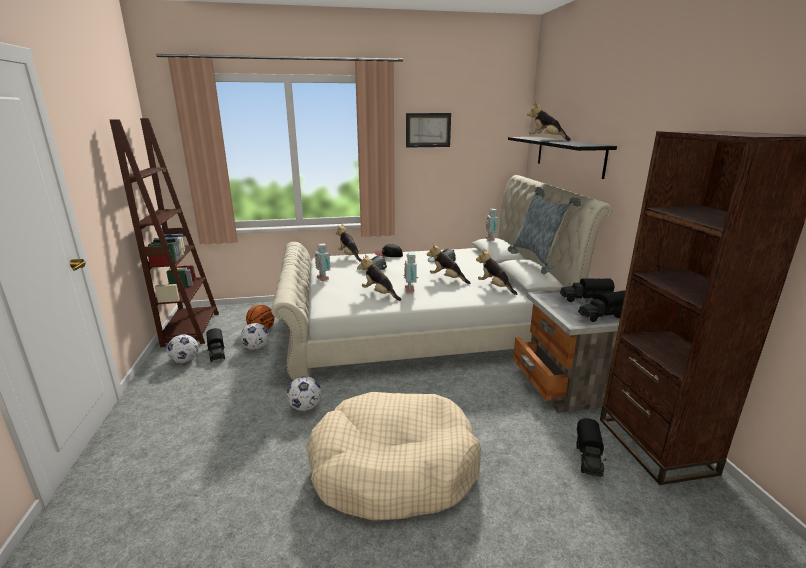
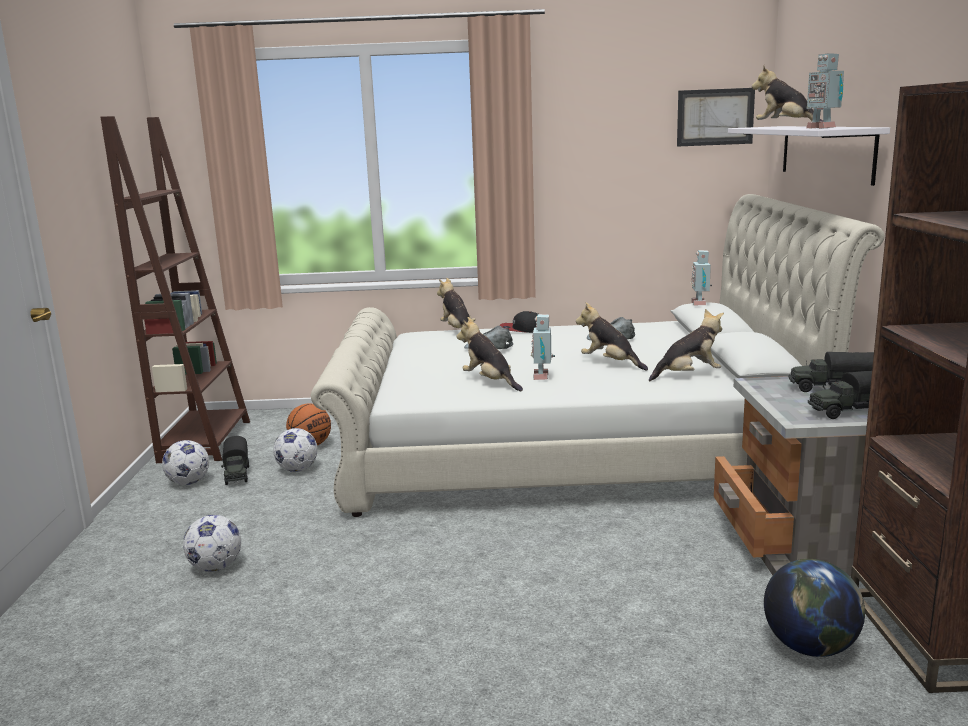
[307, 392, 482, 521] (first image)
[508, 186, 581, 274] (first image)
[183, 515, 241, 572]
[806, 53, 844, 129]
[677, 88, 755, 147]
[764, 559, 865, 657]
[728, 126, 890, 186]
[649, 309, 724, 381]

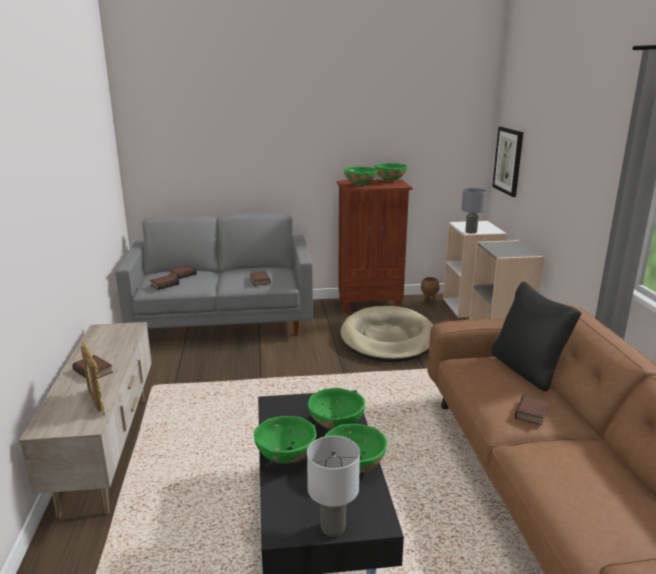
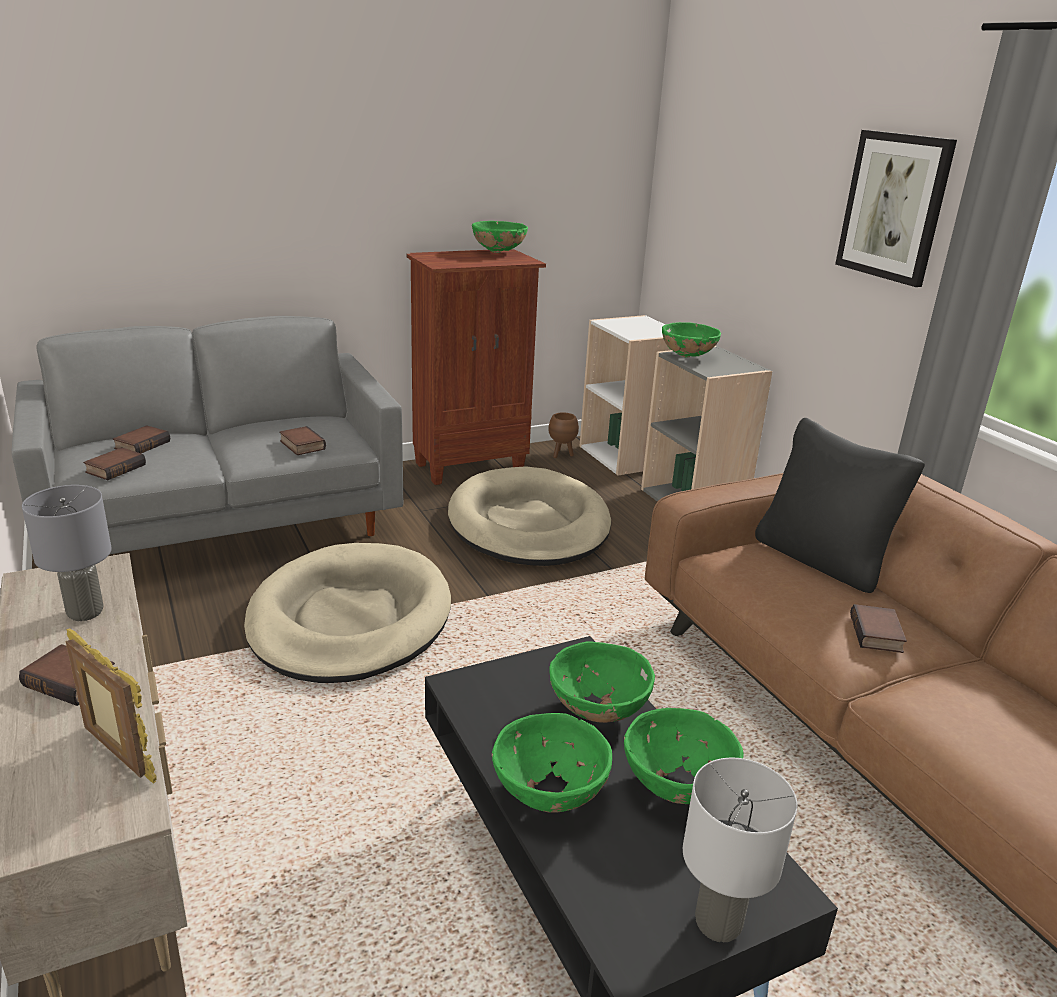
[244, 543, 451, 683]
[662, 322, 721, 358]
[22, 485, 112, 621]
[835, 130, 957, 287]

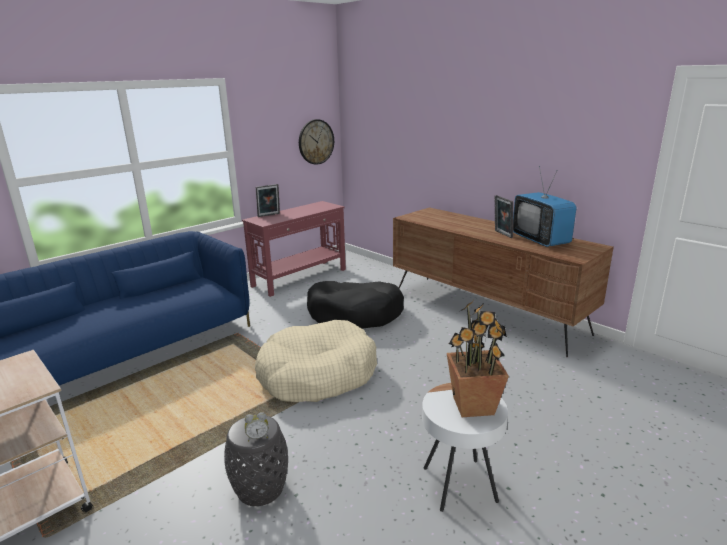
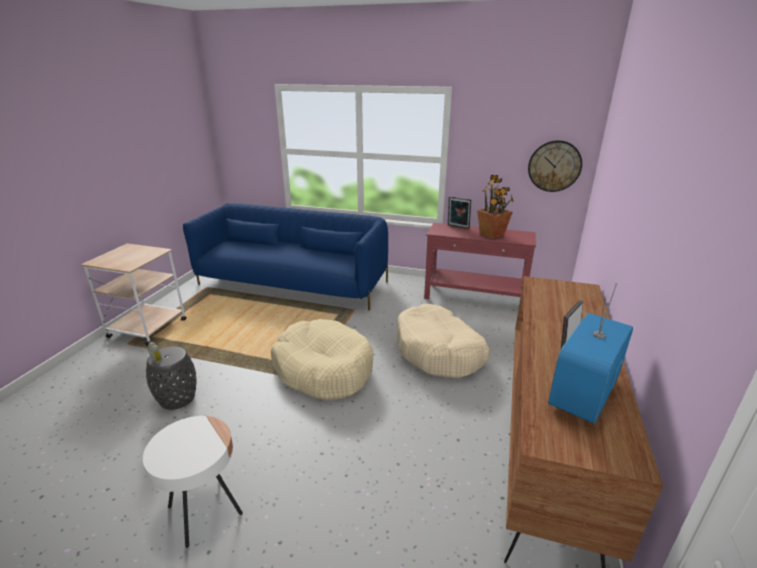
[477, 175, 513, 239]
[397, 304, 490, 378]

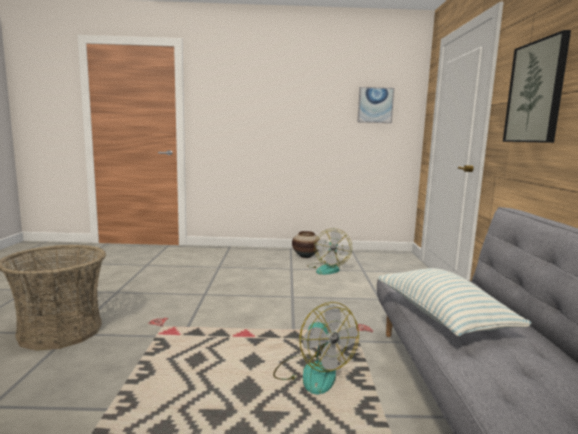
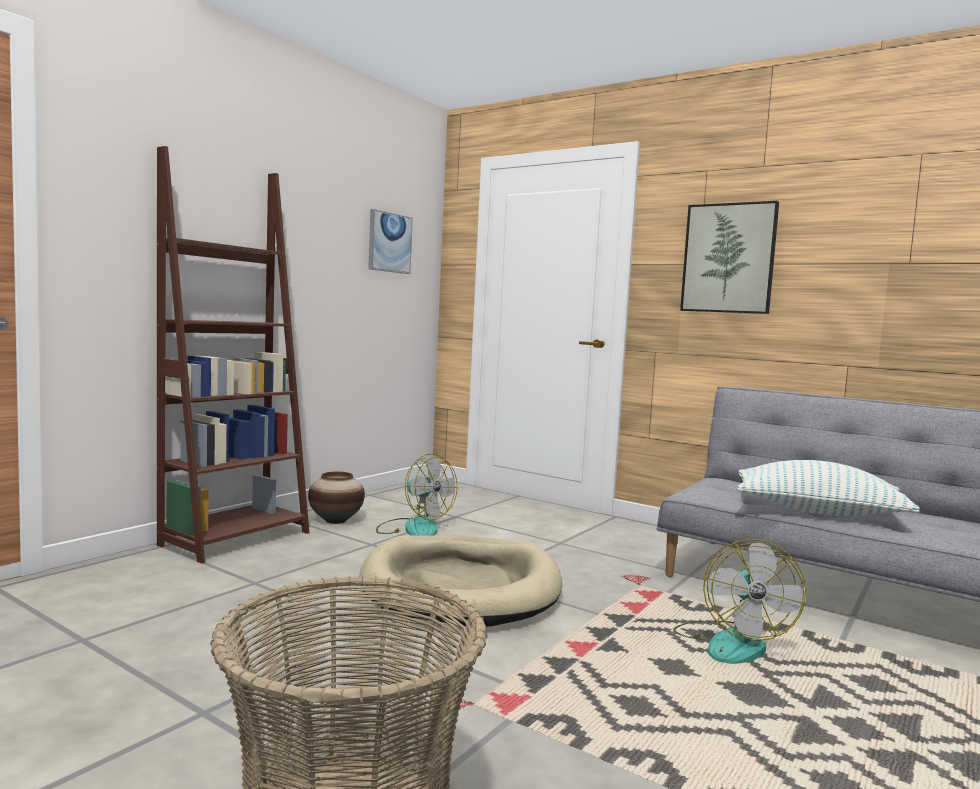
[157, 146, 309, 564]
[359, 535, 562, 627]
[673, 539, 806, 664]

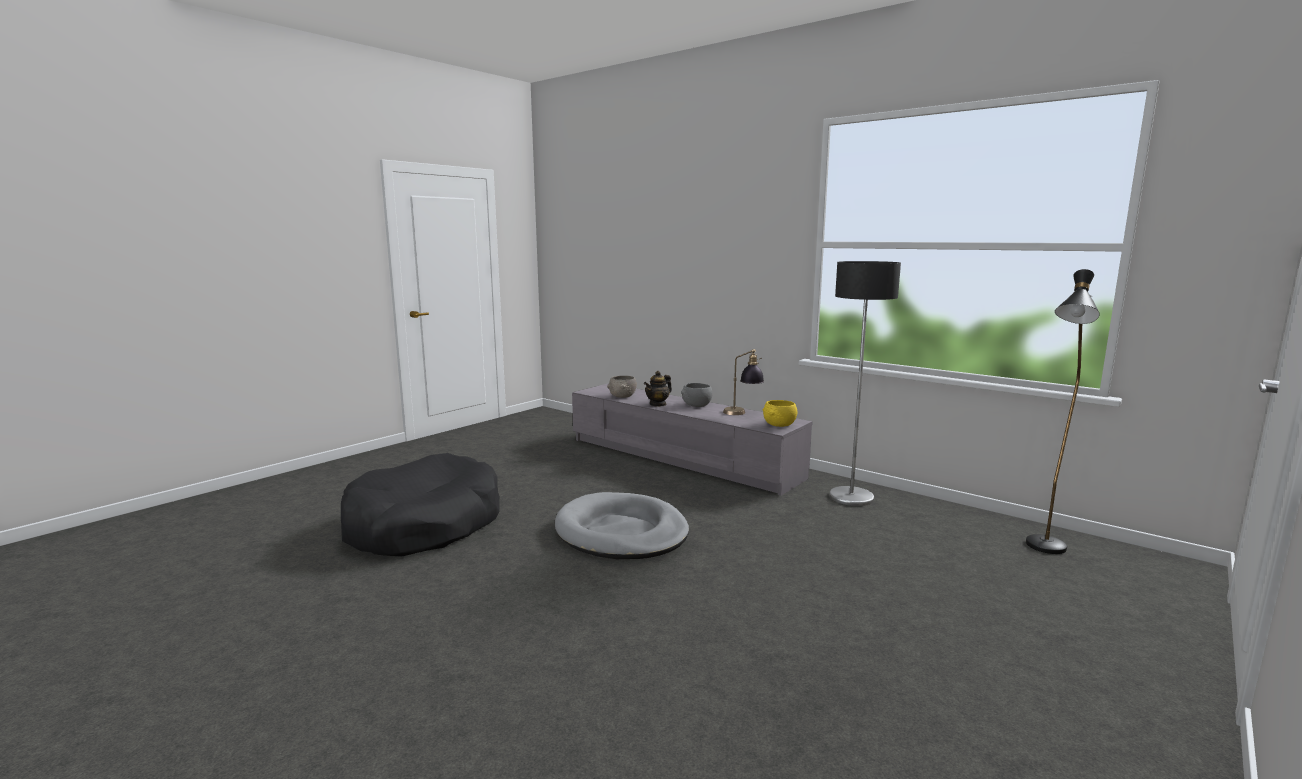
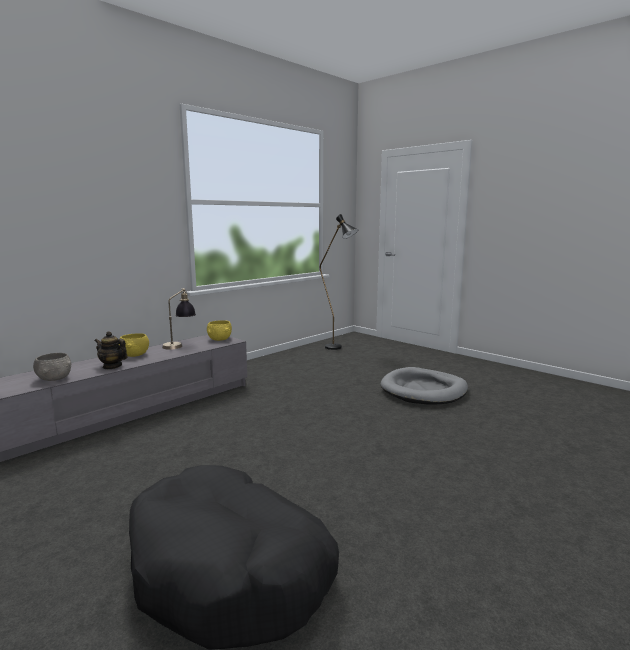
[829, 261, 901, 506] (first image)
[381, 367, 468, 405]
[119, 333, 149, 357]
[94, 331, 128, 369]

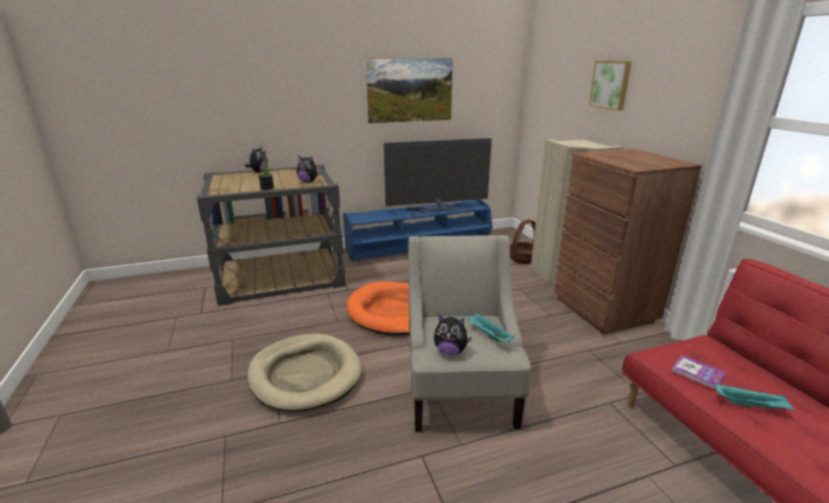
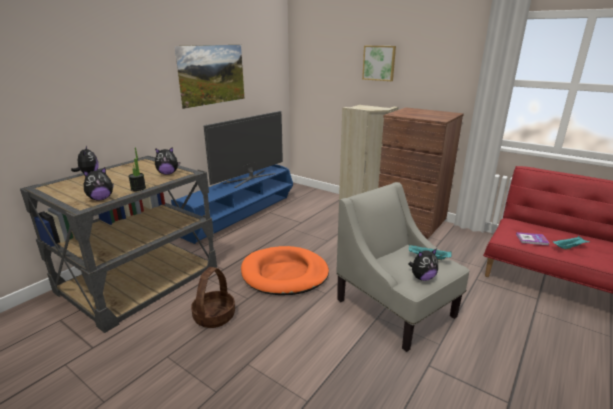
[247, 334, 362, 412] (first image)
[83, 167, 114, 201]
[191, 267, 235, 328]

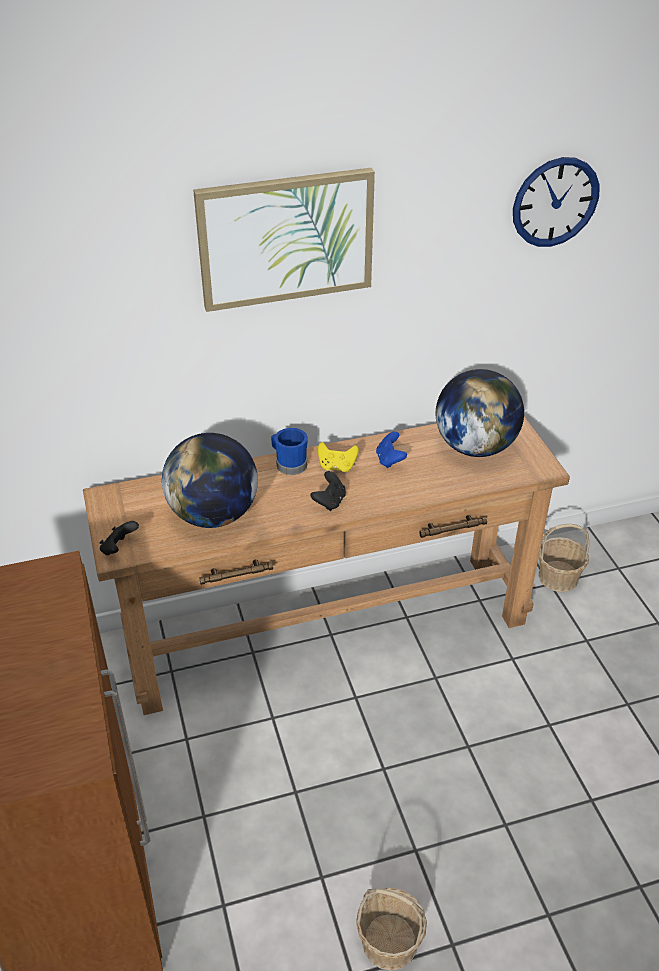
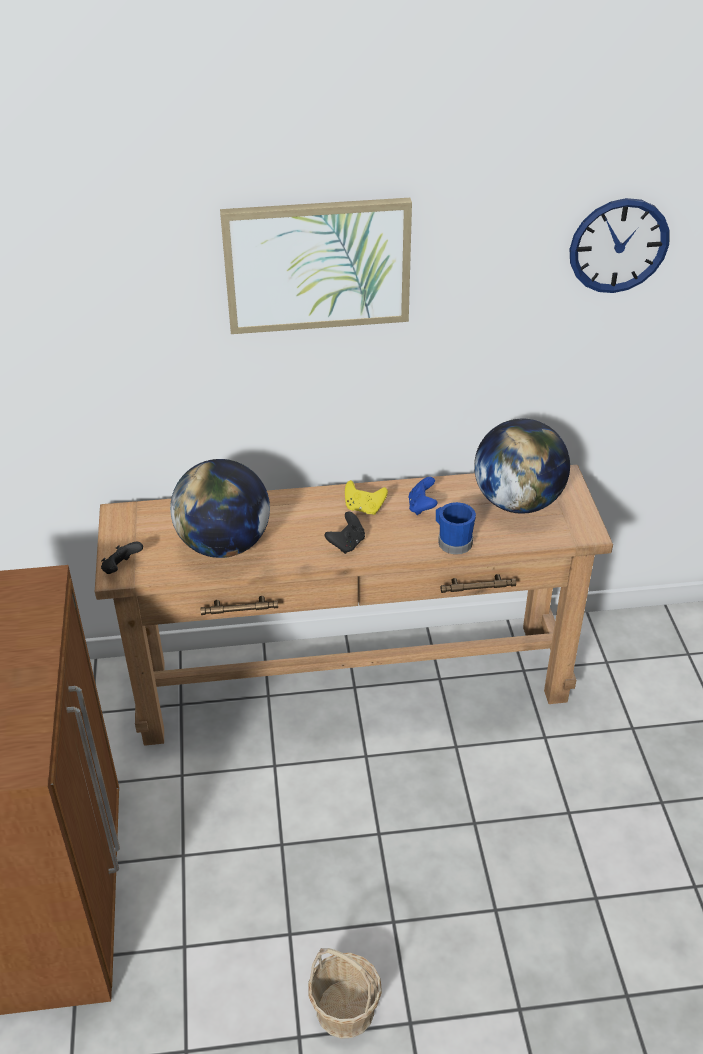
[538, 524, 590, 592] (first image)
[436, 502, 476, 555]

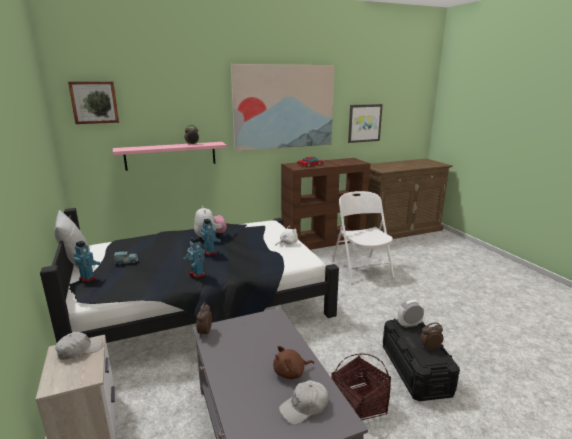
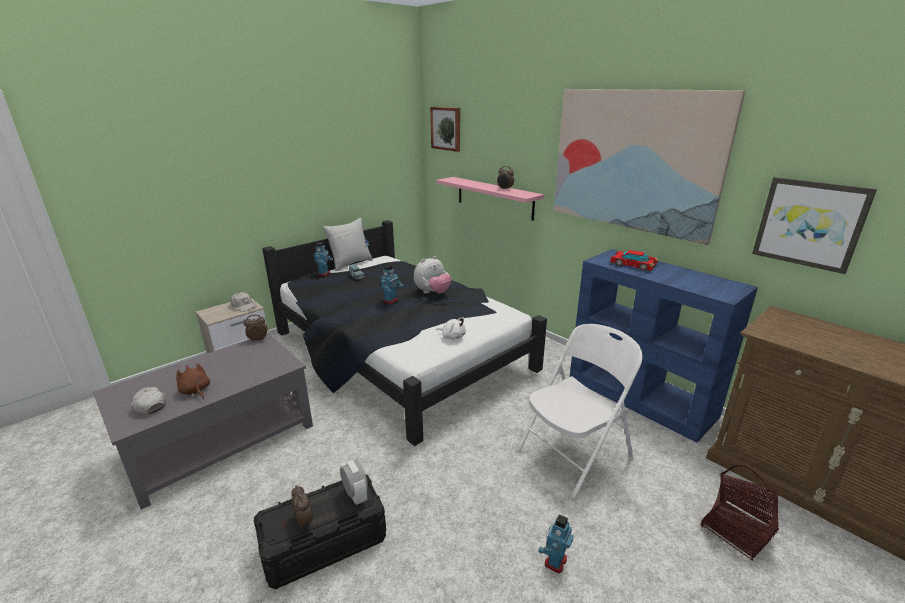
[538, 514, 574, 573]
[701, 465, 779, 561]
[570, 249, 758, 443]

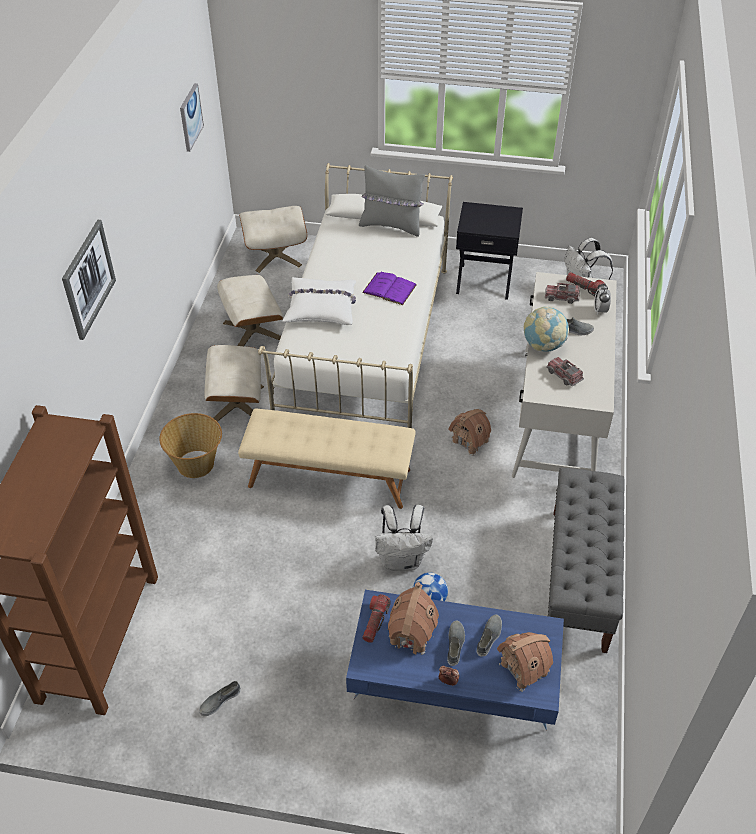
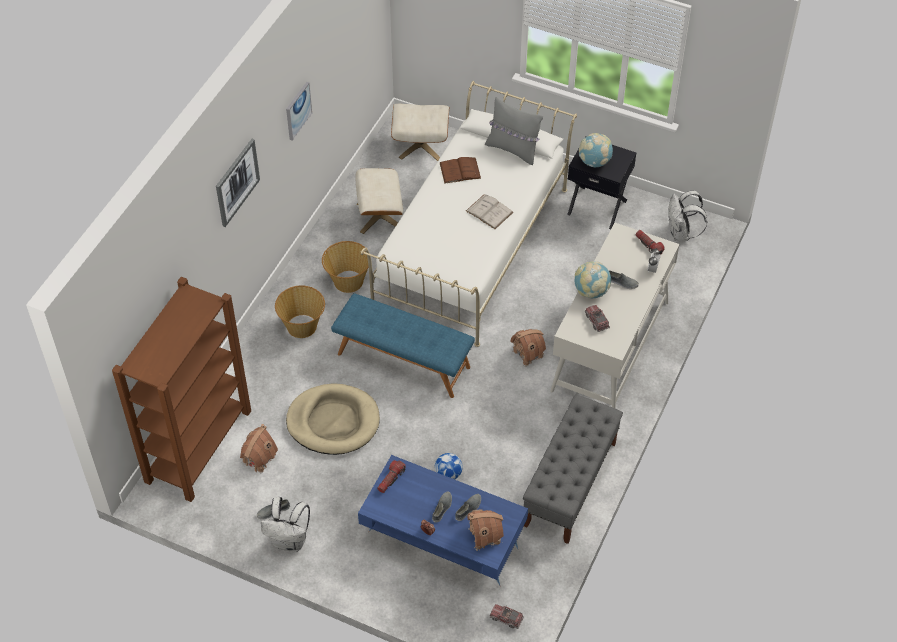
[283, 277, 356, 325] (first image)
[286, 383, 380, 455]
[440, 157, 481, 184]
[579, 133, 613, 167]
[286, 82, 312, 141]
[261, 497, 310, 552]
[240, 424, 278, 474]
[489, 604, 524, 629]
[322, 241, 368, 293]
[331, 293, 475, 398]
[466, 194, 514, 229]

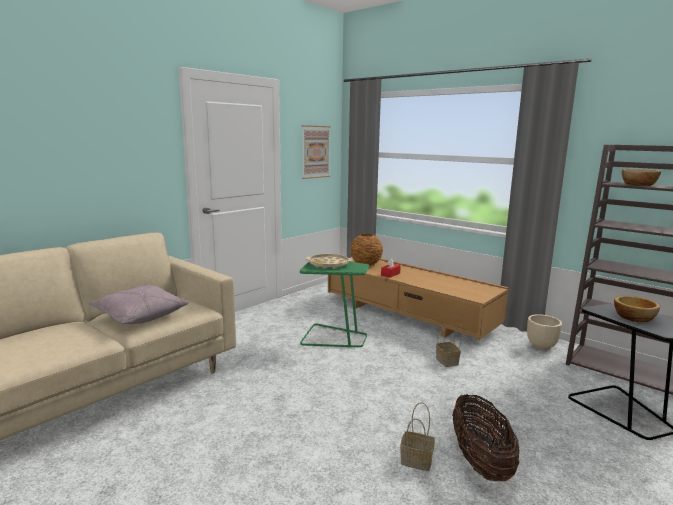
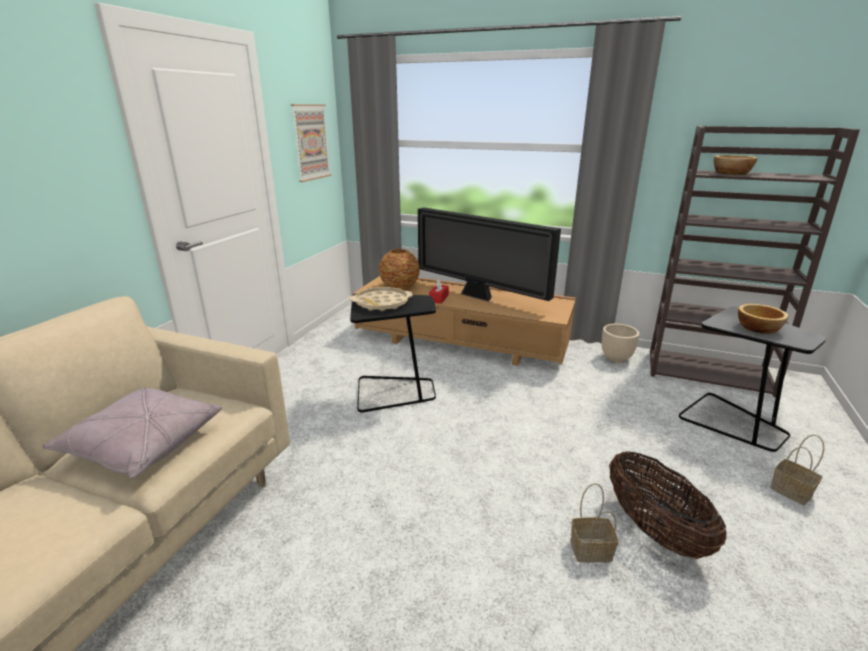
[418, 207, 561, 302]
[770, 435, 824, 505]
[350, 293, 436, 412]

